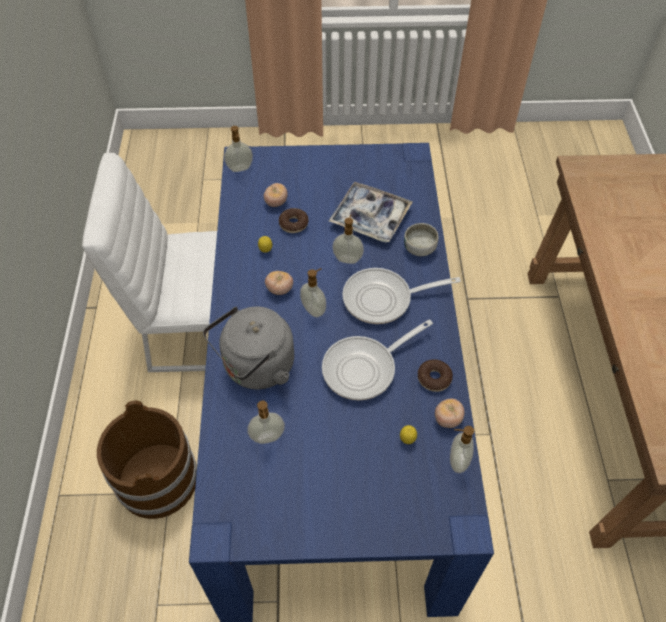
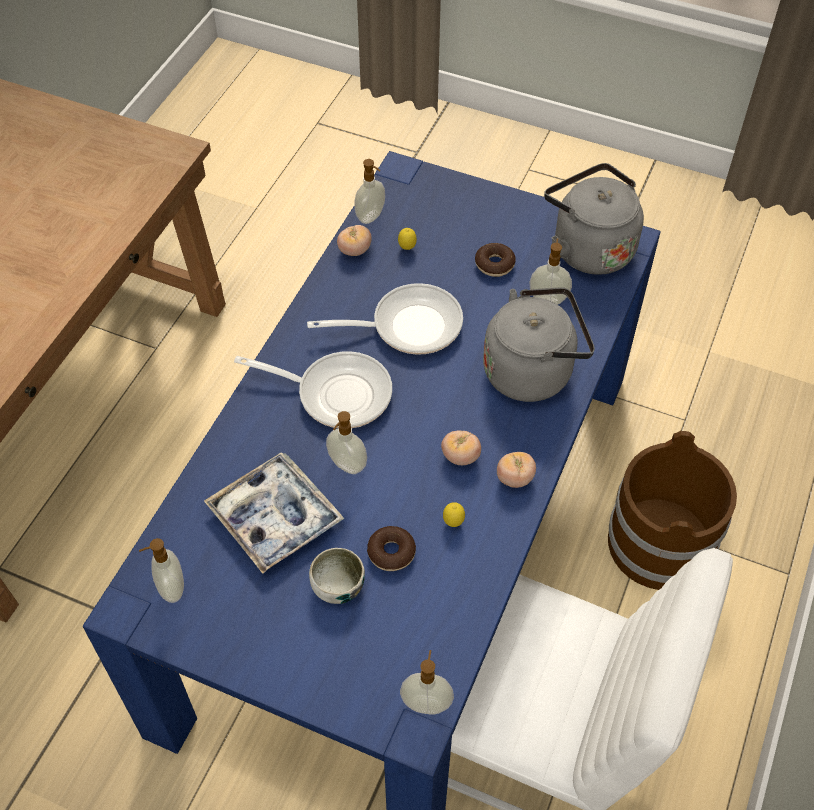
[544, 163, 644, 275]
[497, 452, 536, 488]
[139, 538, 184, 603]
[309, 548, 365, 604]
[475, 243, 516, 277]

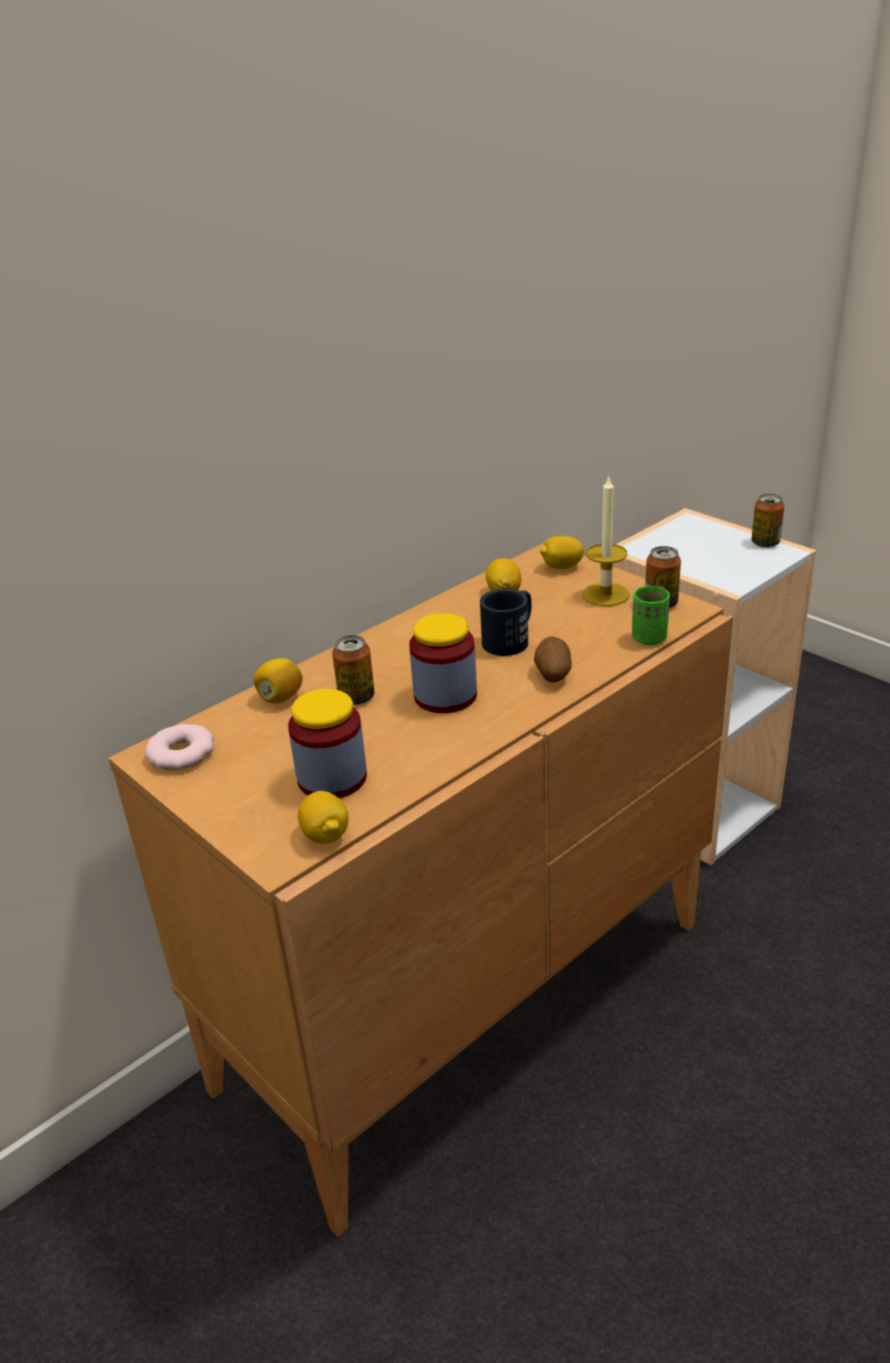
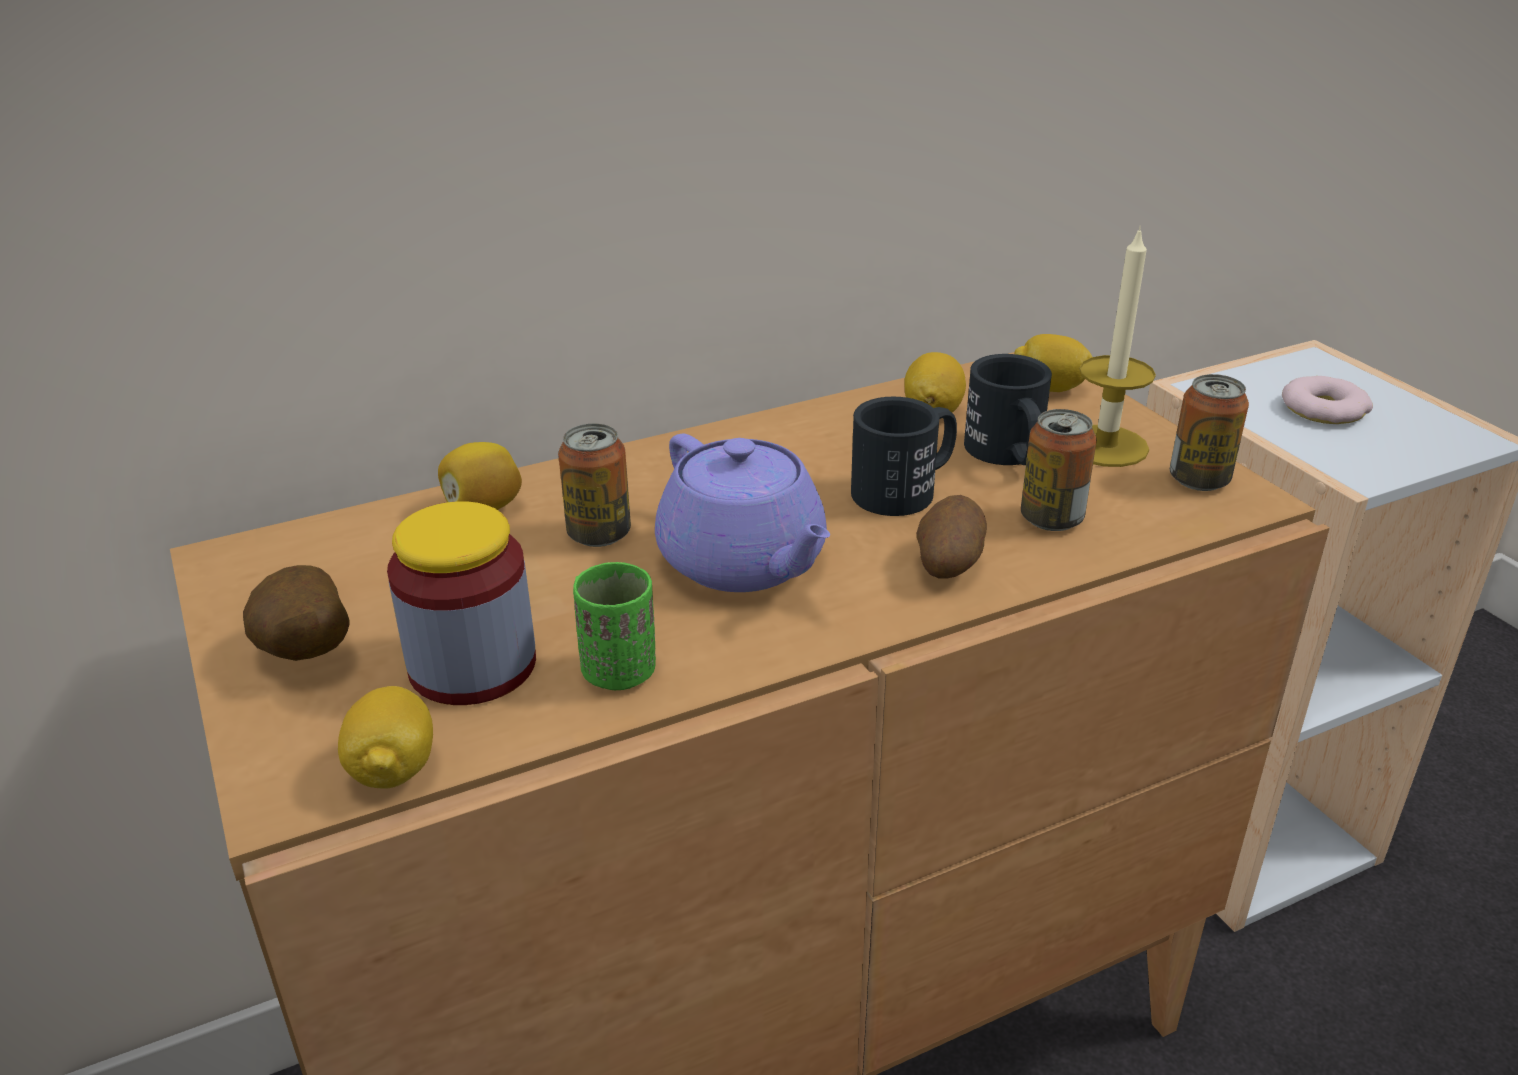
[243, 565, 350, 661]
[964, 354, 1052, 465]
[1282, 376, 1373, 424]
[573, 562, 656, 690]
[1021, 409, 1097, 531]
[655, 434, 830, 592]

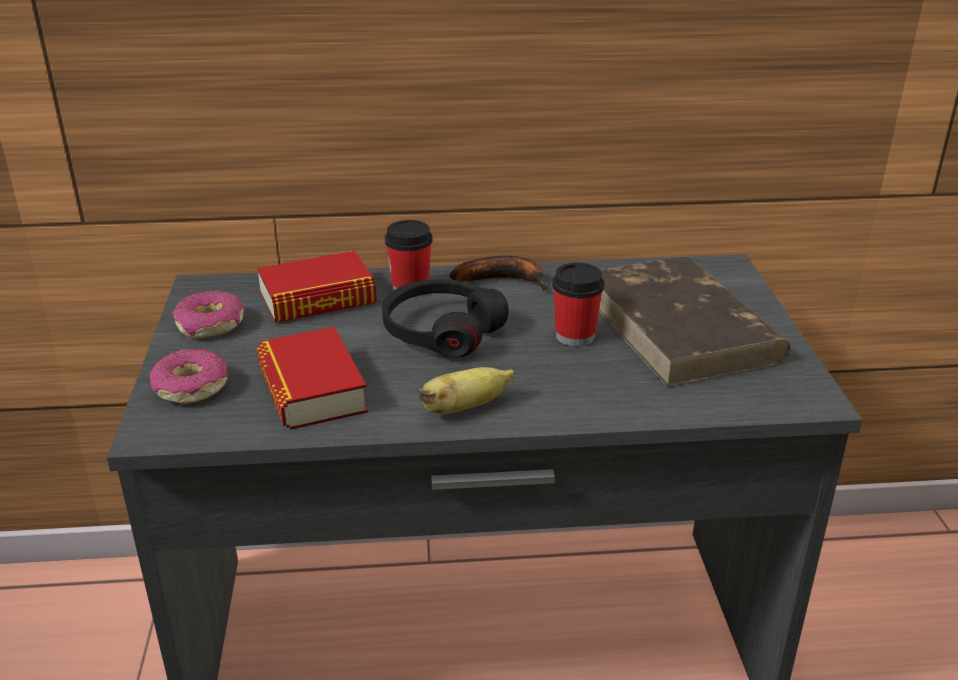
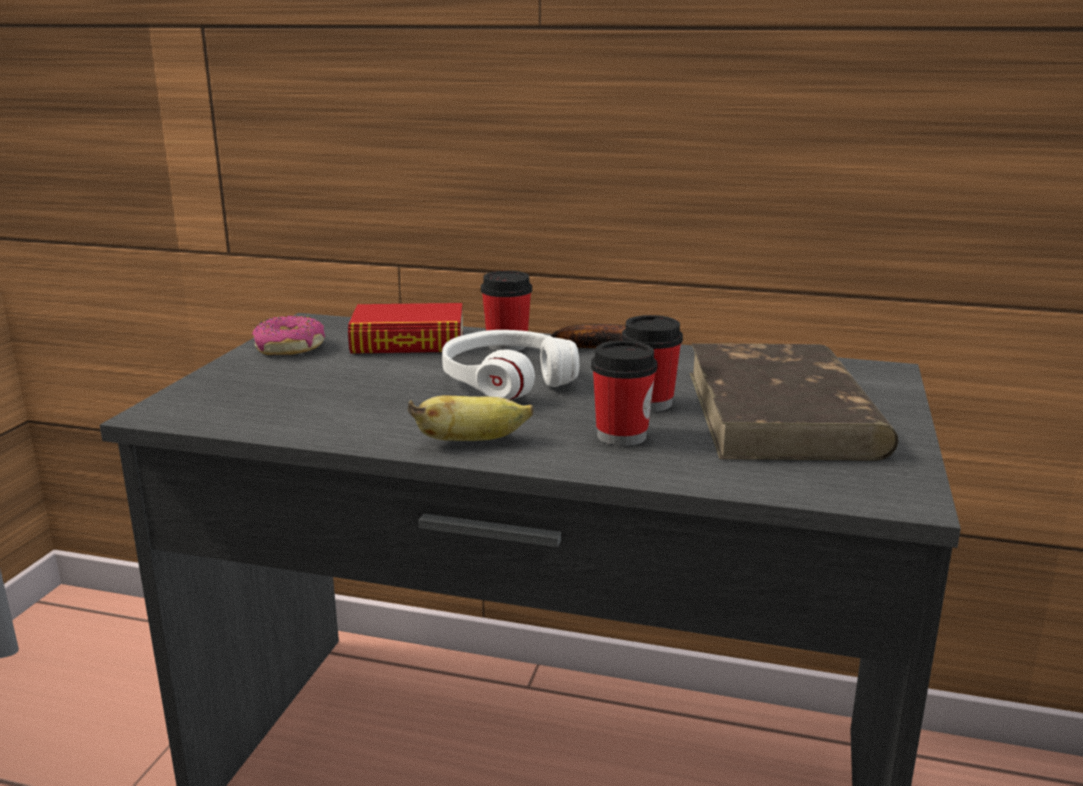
[150, 349, 228, 404] (first image)
[257, 327, 368, 430] (first image)
[591, 341, 657, 446]
[442, 330, 579, 400]

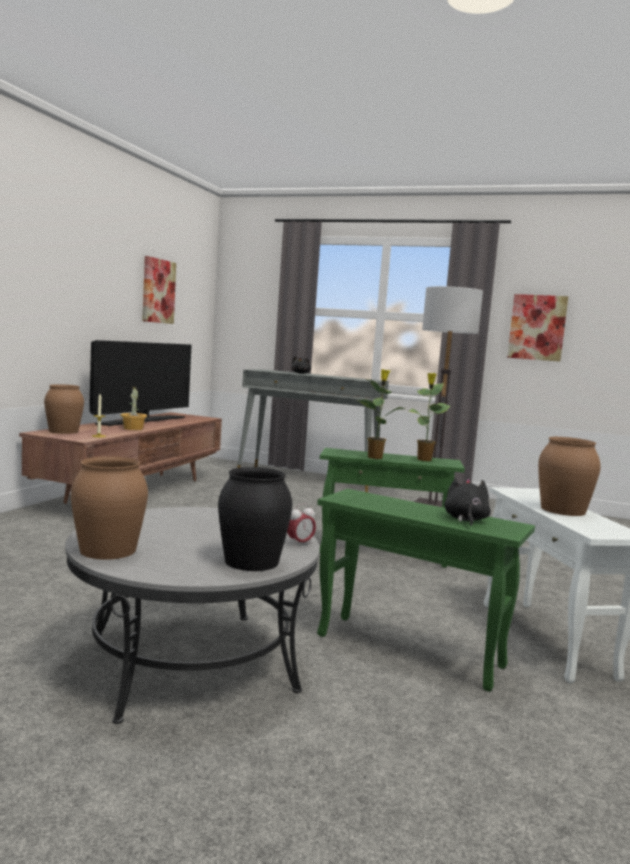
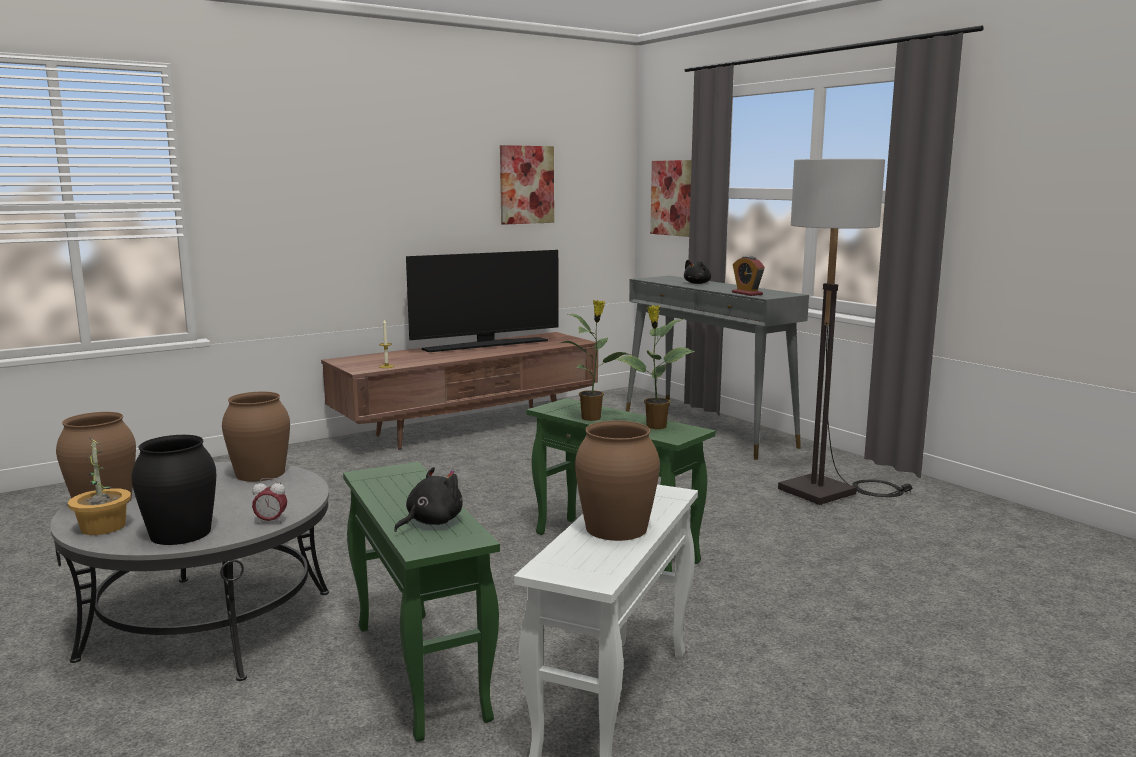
[732, 256, 765, 296]
[222, 392, 290, 482]
[68, 437, 131, 535]
[650, 160, 692, 237]

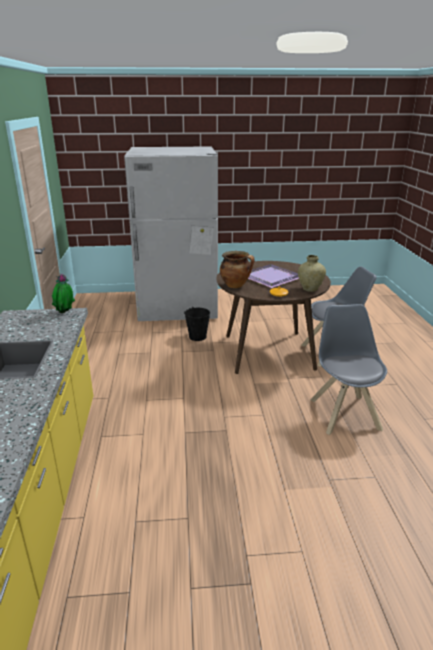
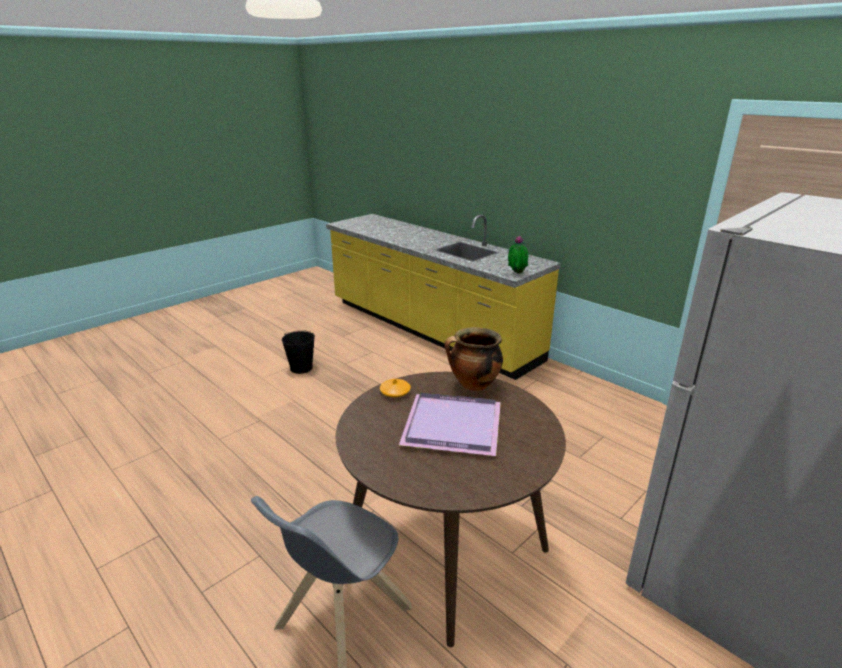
[298, 255, 326, 292] (first image)
[310, 304, 387, 435] (first image)
[282, 330, 315, 374]

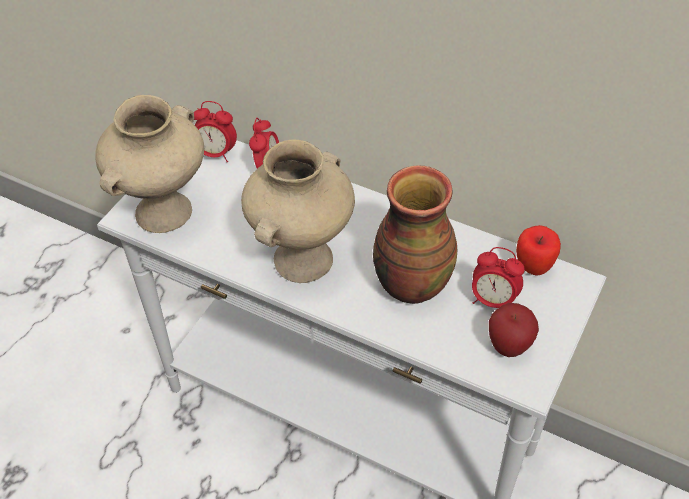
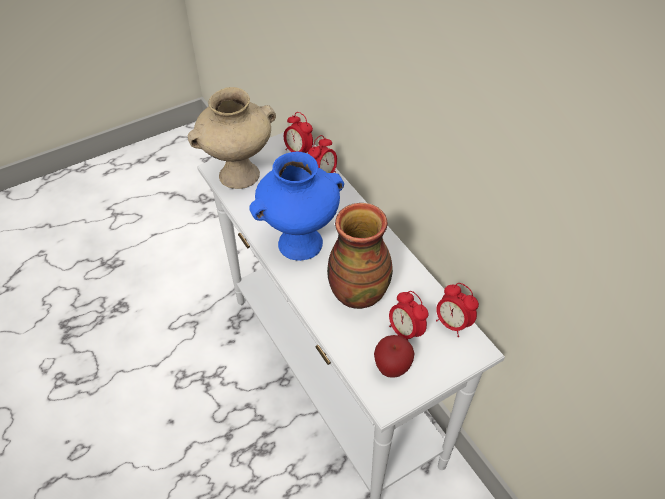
[436, 283, 479, 337]
[249, 152, 344, 261]

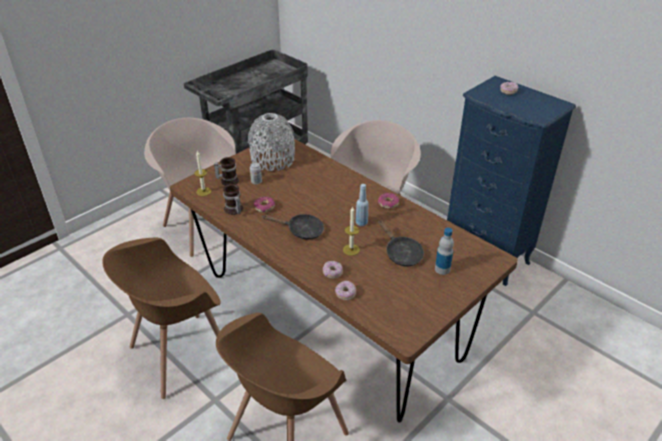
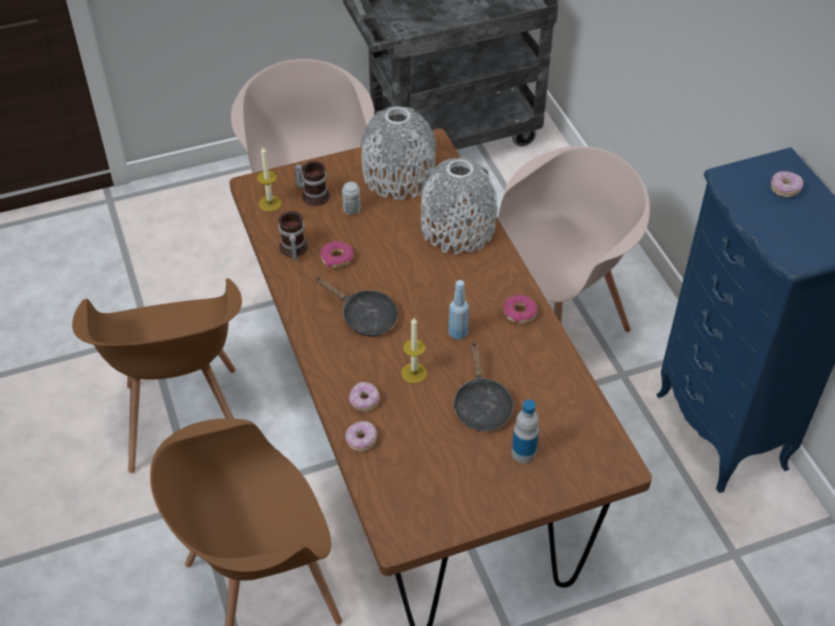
[421, 157, 497, 255]
[72, 278, 242, 473]

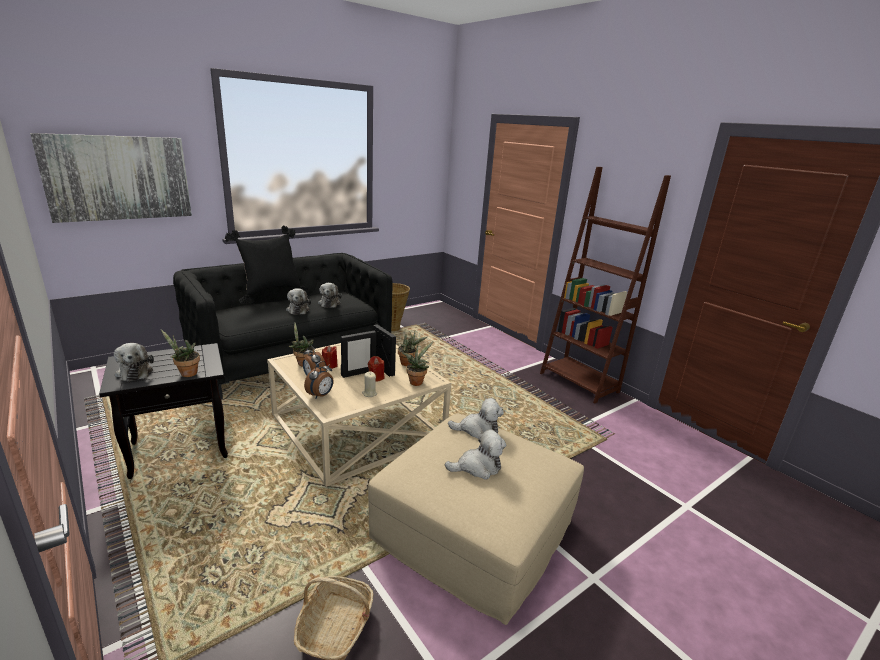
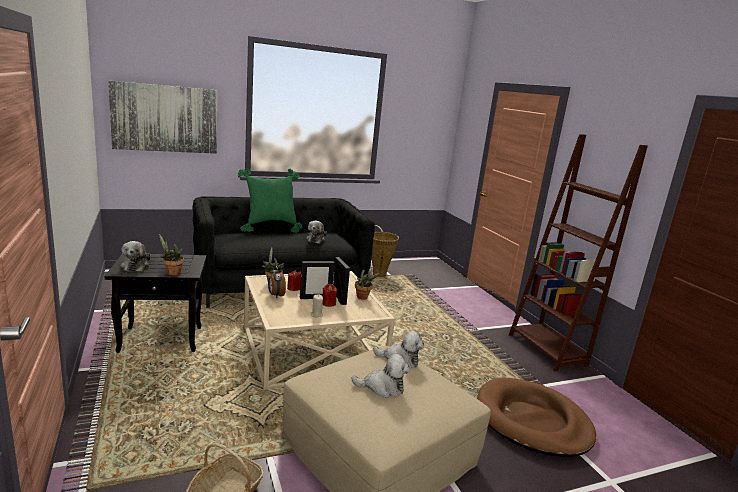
[286, 288, 311, 315] (first image)
[304, 361, 334, 398] (first image)
[402, 341, 434, 386] (first image)
[477, 377, 596, 457]
[238, 168, 302, 233]

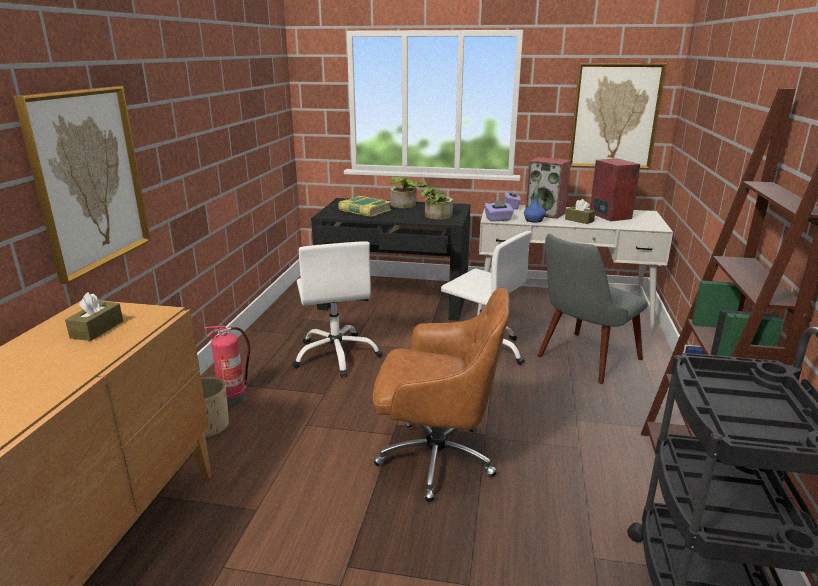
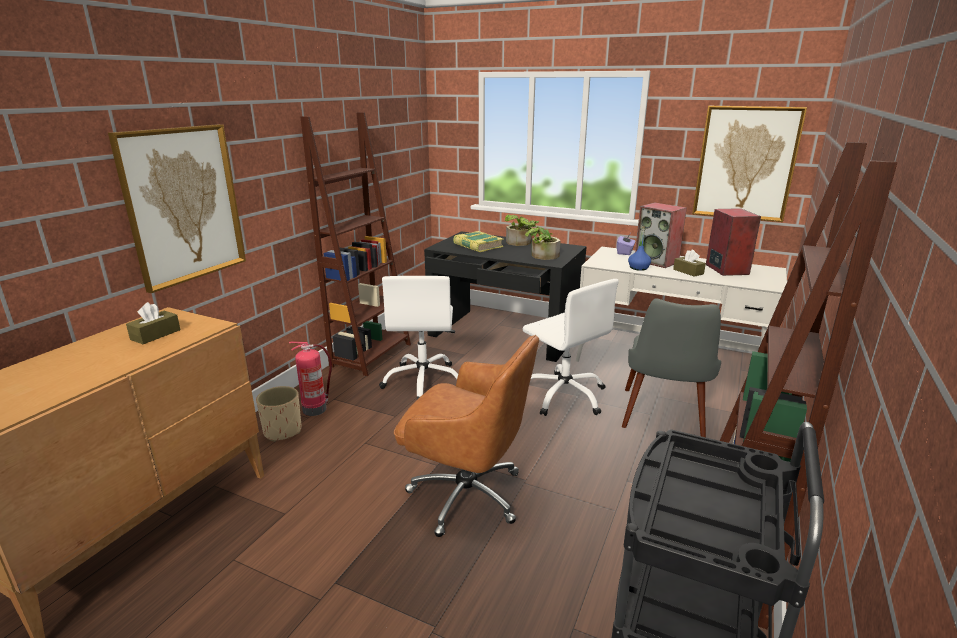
[484, 200, 514, 222] (first image)
[300, 112, 411, 376]
[622, 298, 721, 437]

